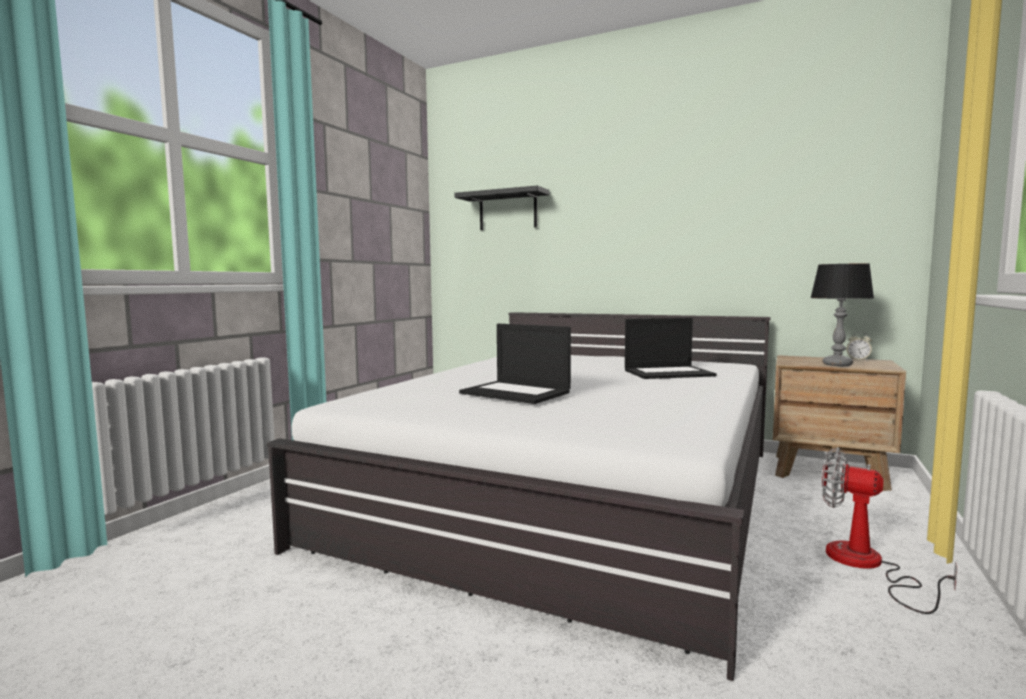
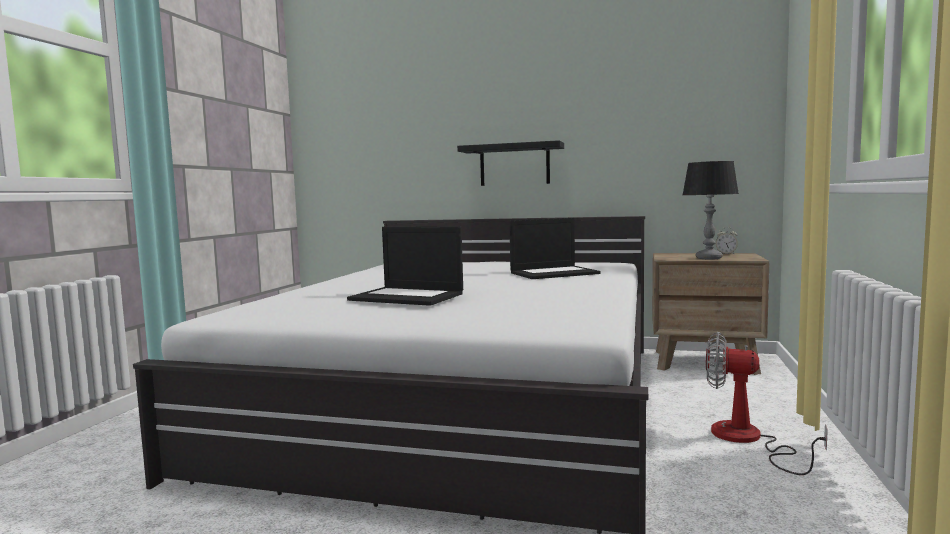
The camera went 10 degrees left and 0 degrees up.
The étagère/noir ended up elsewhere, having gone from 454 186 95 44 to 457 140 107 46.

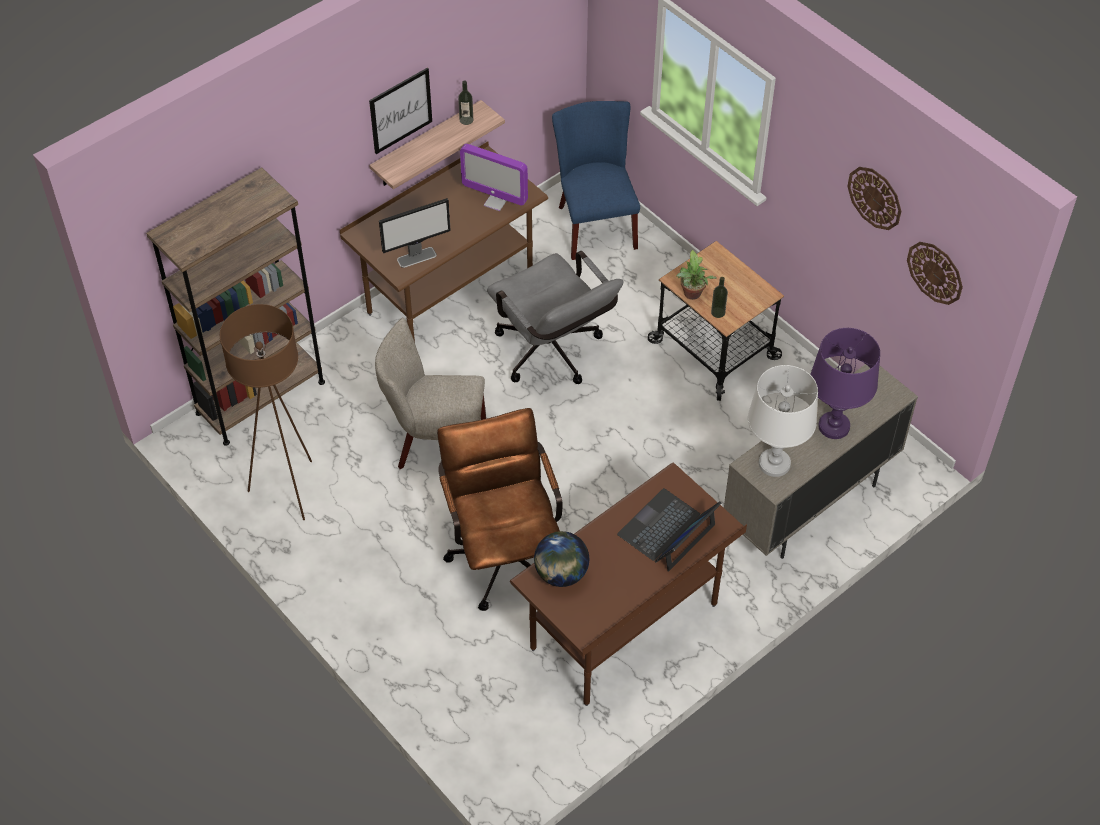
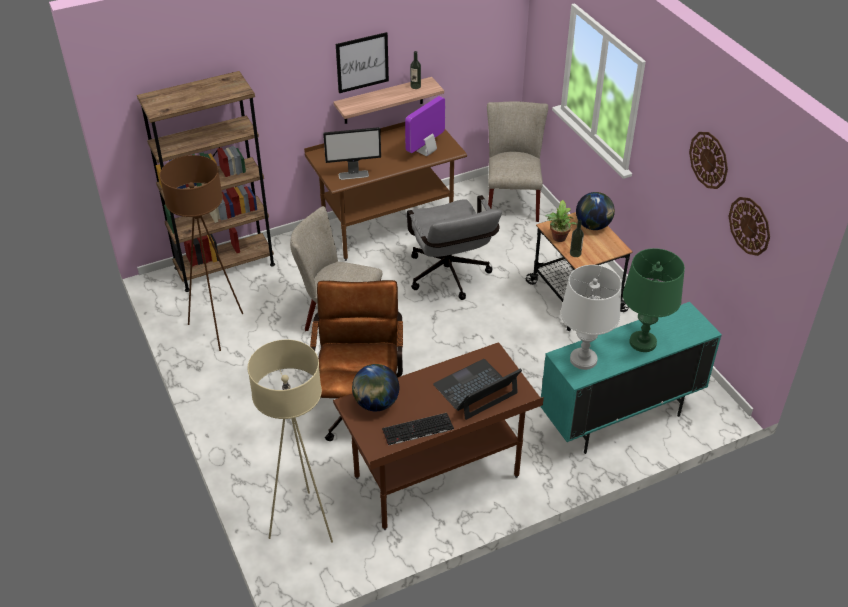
The camera went 15 degrees right and 10 degrees down.
The second view gained the lampadaire/beige at 248 340 85 203.
The second view gained the clavier at 382 413 72 33.
The second view gained the globe at 576 192 39 38.
What was the chaise/bleu at 552 101 88 159 turned into the chaise/beige at 487 101 61 121.
What was the meuble de rangement/beige at 724 364 194 195 turned into the meuble de rangement/turquoise at 540 302 182 152.
What was the lampe de table/violet at 810 328 70 111 turned into the lampe de table/vert at 623 248 62 104.
The écran d'ordinateur at 460 144 68 67 ended up facing another way, 90 degrees clockwise from before.

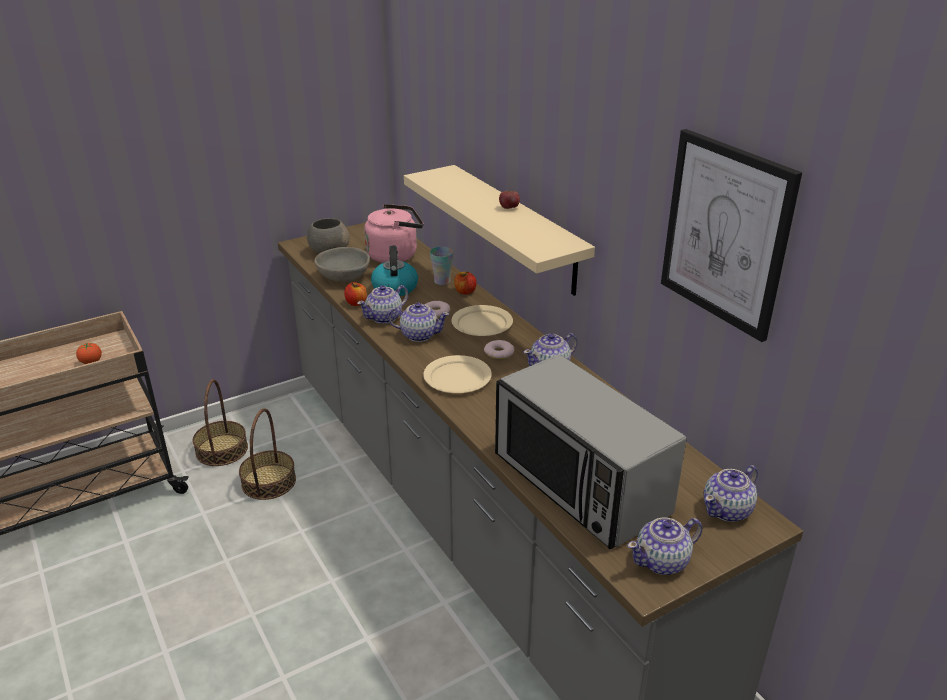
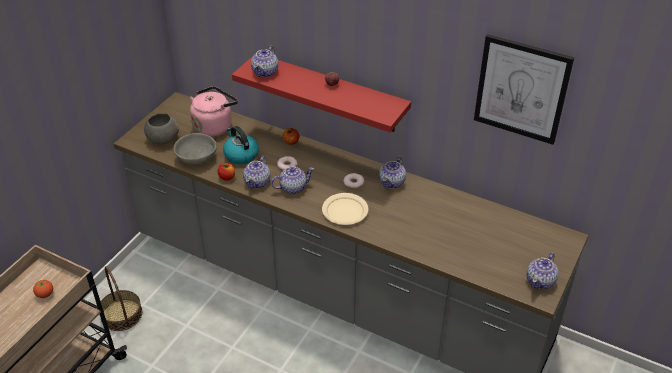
The camera went 30 degrees left and 10 degrees up.
The second view lost the panier at 239 408 57 92.
The second view lost the tasse at 430 247 24 38.
The second view lost the assiette/beige at 451 305 62 31.
The second view lost the micro-ondes at 495 354 191 195.
The théière ended up elsewhere, having gone from 704 465 54 57 to 251 46 27 31.
What was the étagère/beige at 404 165 191 131 turned into the étagère/rouge at 232 55 179 78.

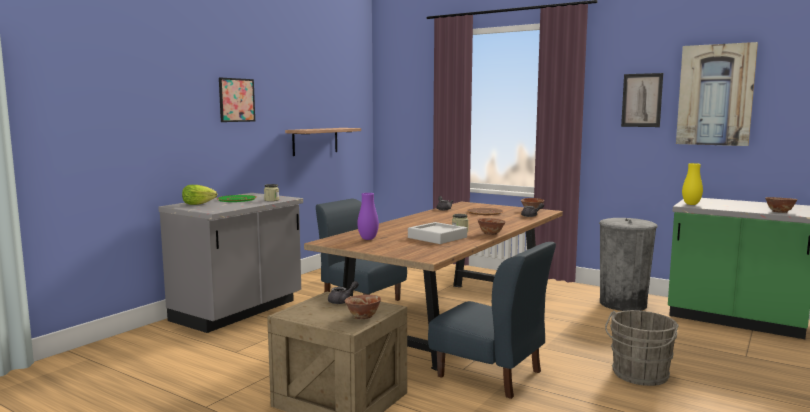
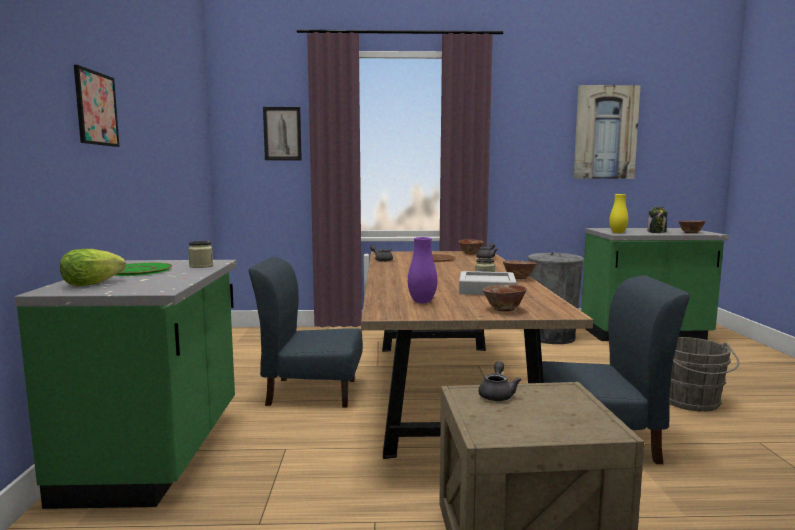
The camera went 35 degrees left and 0 degrees up.
The second view lost the étagère at 285 128 76 28.
The second view gained the bocal at 648 207 19 26.
The bol ended up elsewhere, having gone from 345 295 36 24 to 483 285 44 27.
The tableau ended up elsewhere, having gone from 621 73 42 54 to 263 107 39 53.
What was the comptoir de cuisine/gris at 158 193 145 140 turned into the comptoir de cuisine/vert at 15 260 222 249.

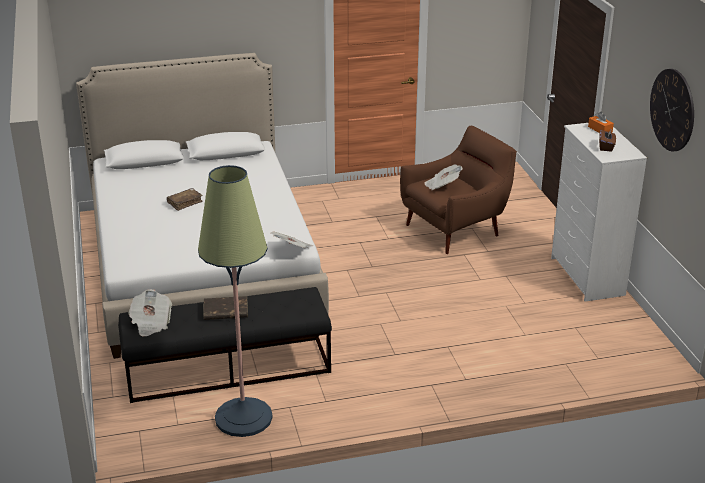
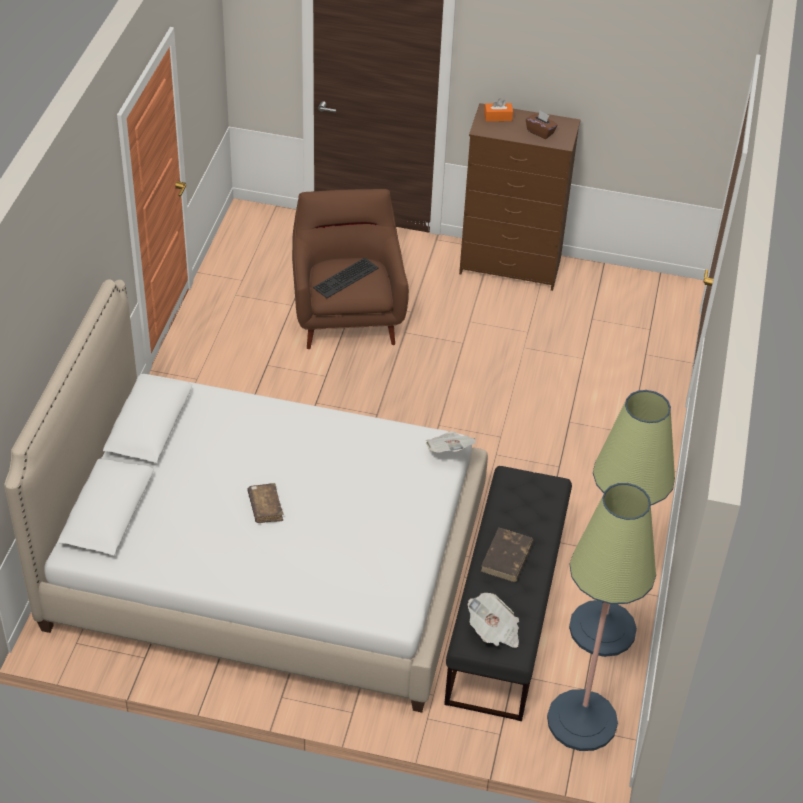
The camera went 65 degrees left and 15 degrees up.
The second view lost the horloge murale at 650 69 44 83.
The second view gained the lampadaire at 547 483 109 268.
Where the journal stood at 424 164 39 26, the clavier came to stand at 313 258 66 40.
What was the commode/blanc at 551 123 96 179 turned into the commode/marron at 459 103 122 188.

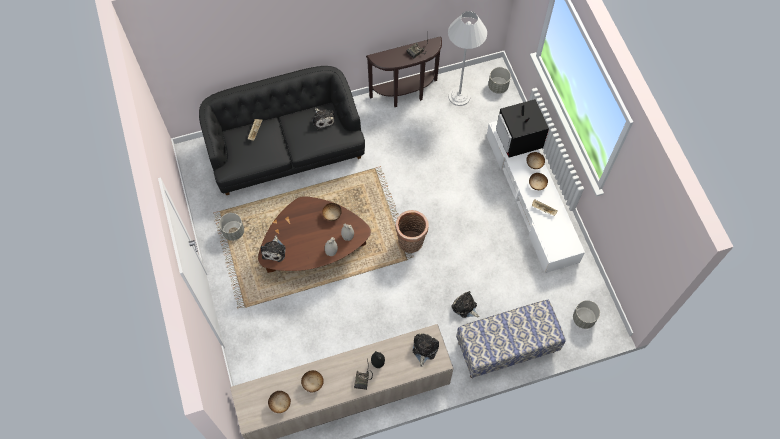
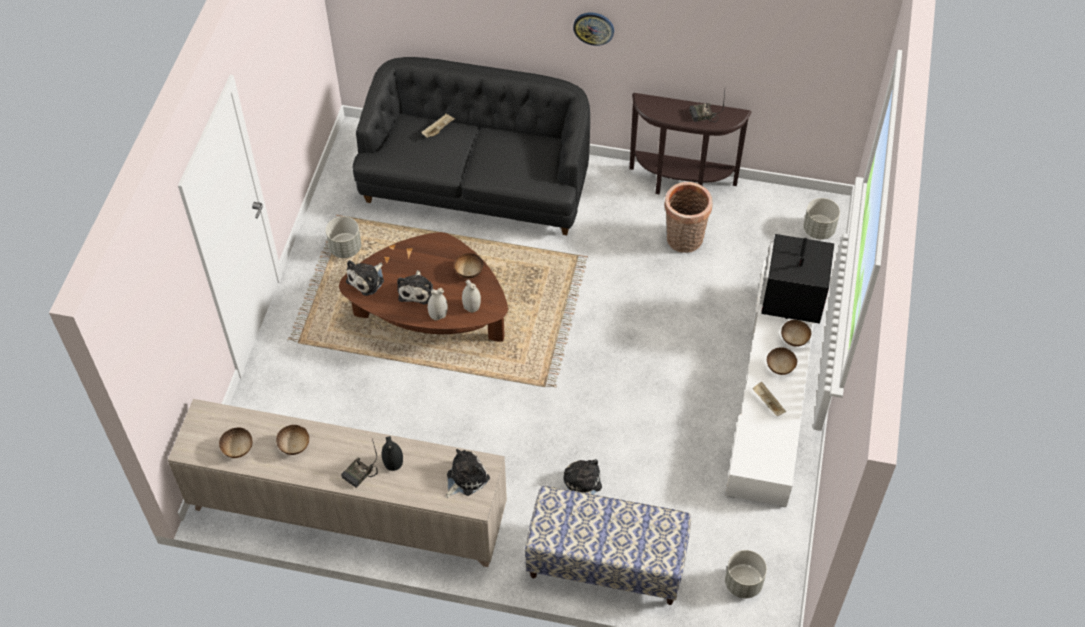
The camera went 30 degrees right and 10 degrees down.
The second view lost the lampadaire/blanc at 448 11 39 95.
The second view gained the horloge murale at 573 13 41 33.
The peluche ended up elsewhere, having gone from 312 108 23 22 to 397 270 36 35.
The panier ended up elsewhere, having gone from 396 210 33 43 to 664 182 49 71.

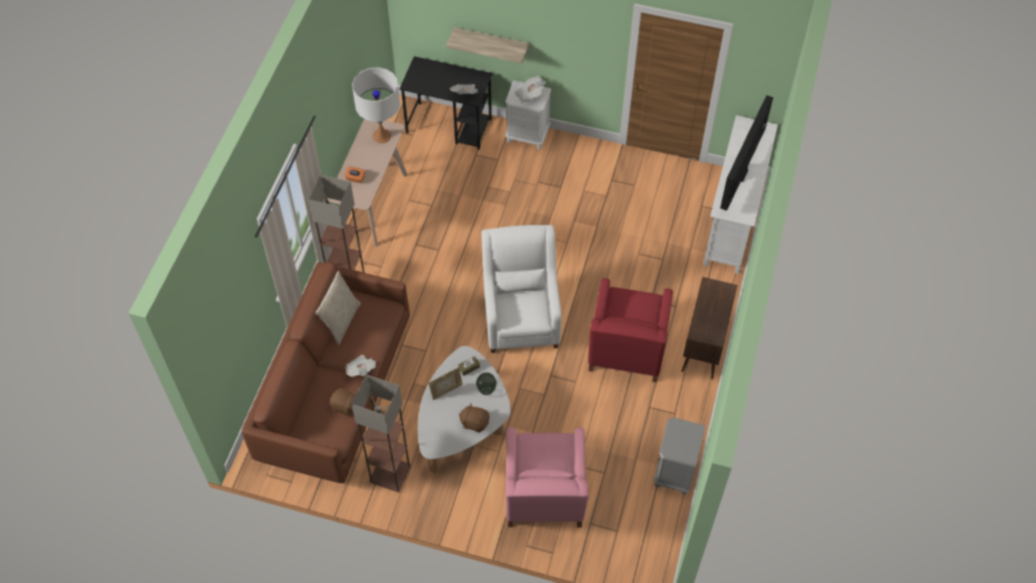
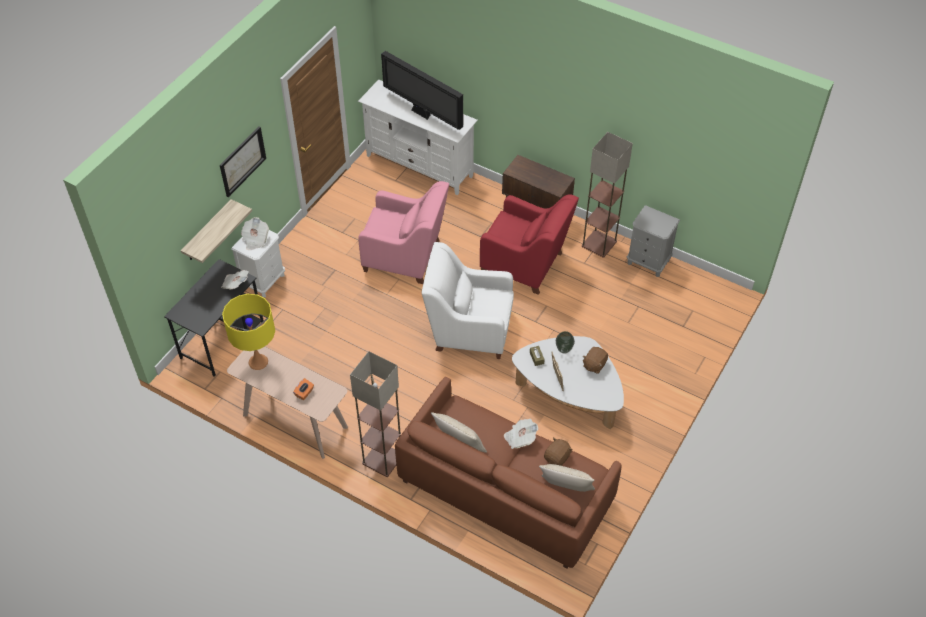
The camera went 75 degrees left and 5 degrees down.
The second view gained the tableau at 220 127 46 70.
The second view gained the coussin/beige at 539 464 56 28.
The lampadaire ended up elsewhere, having gone from 352 374 59 118 to 582 132 51 126.
The fauteuil/rose ended up elsewhere, having gone from 506 427 83 100 to 358 181 91 103.
What was the lampe de table/blanc at 352 67 48 76 turned into the lampe de table/jaune at 222 294 53 76.

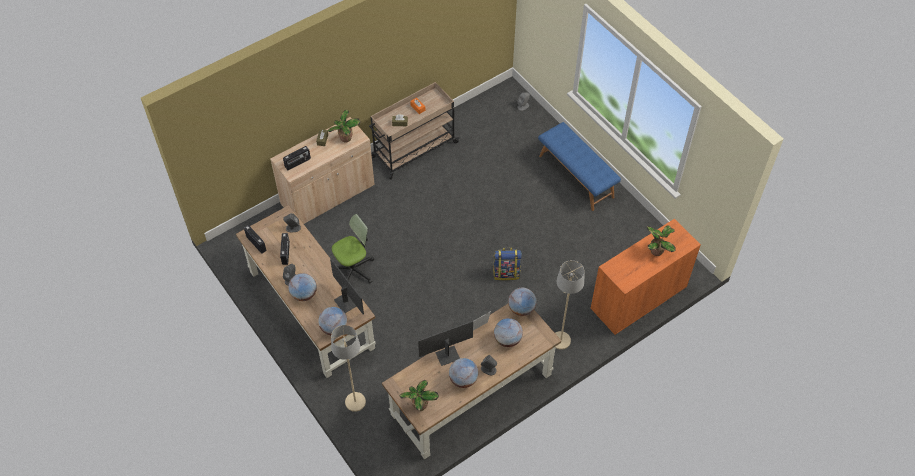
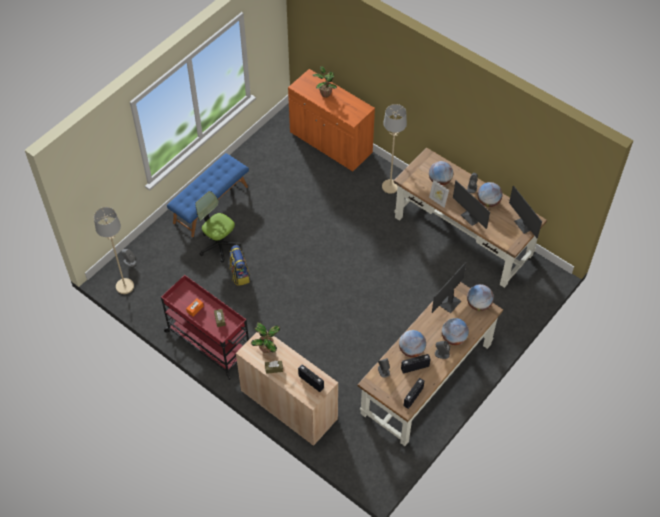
The camera went 105 degrees left and 0 degrees up.
The lampadaire/beige ended up elsewhere, having gone from 331 325 35 87 to 94 207 40 87.
The chaise de bureau ended up elsewhere, having gone from 332 214 42 70 to 195 191 46 72.
The sac à dos ended up elsewhere, having gone from 493 248 29 33 to 229 245 21 41.
The globe ended up elsewhere, having gone from 508 288 29 28 to 399 330 27 27.
Where the plante en pot stood at 400 380 39 31, the écran d'ordinateur came to stand at 509 186 33 52.
What was the chariot/beige at 369 82 91 98 turned into the chariot/rouge at 161 275 88 105.

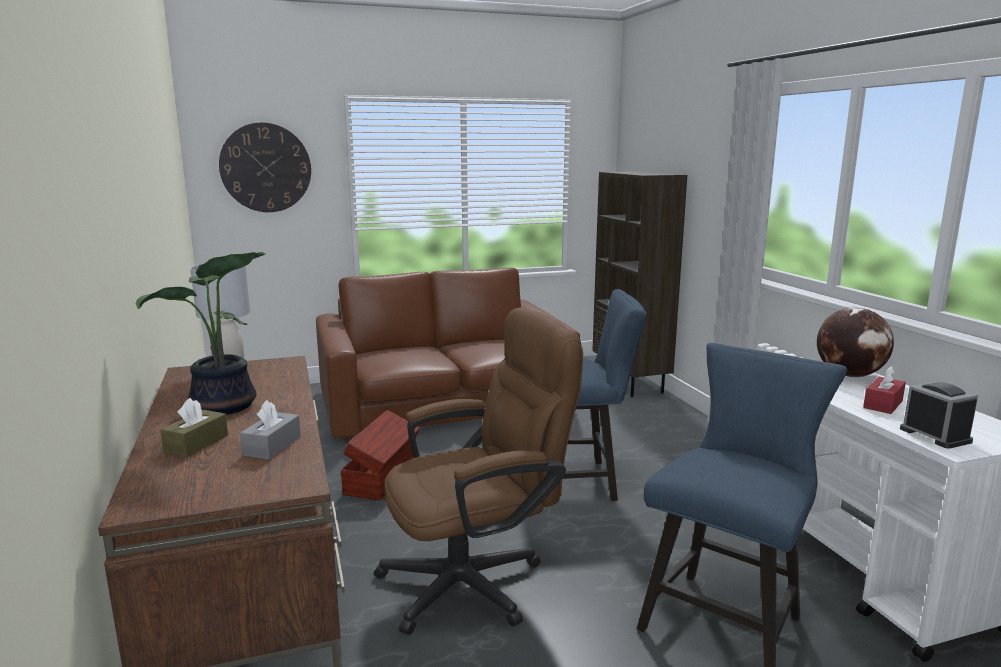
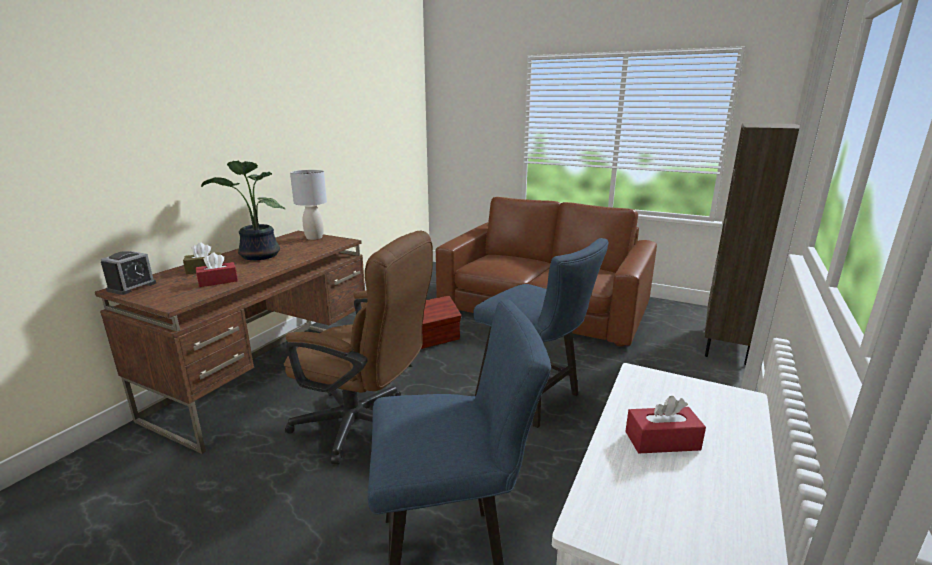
The camera went 45 degrees right and 5 degrees up.
The second view lost the horloge murale at 219 123 92 89.
The second view lost the globe at 817 308 77 69.
The réveil ended up elsewhere, having gone from 900 381 78 68 to 101 251 55 44.
What was the boîte à mouchoirs/gris at 240 400 61 60 turned into the boîte à mouchoirs/rouge at 196 253 42 34.

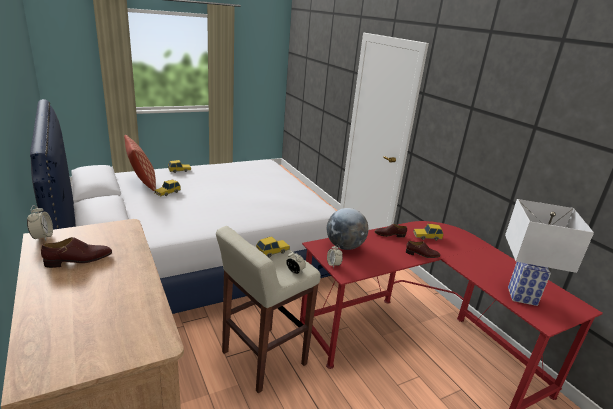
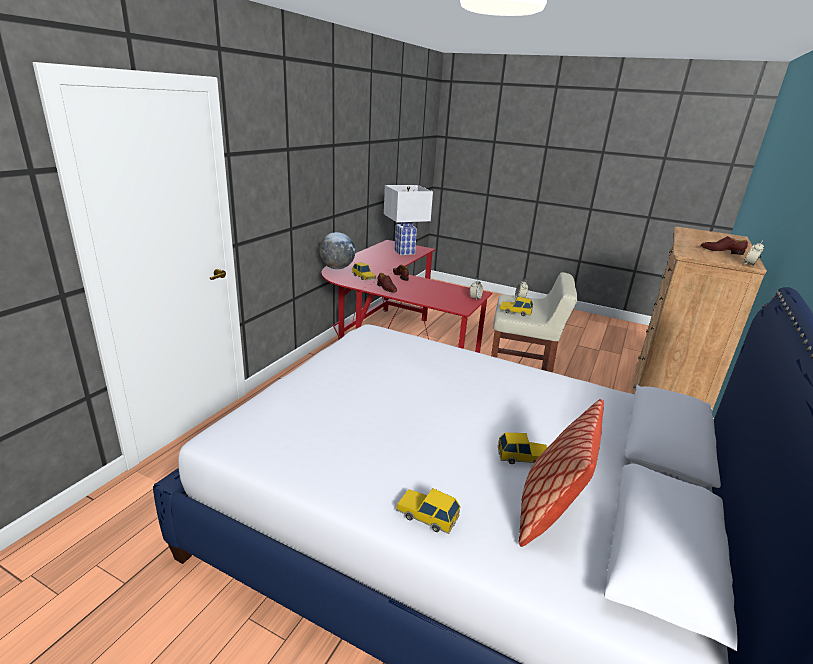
The camera went 125 degrees left and 0 degrees up.
The globe ended up elsewhere, having gone from 327 208 42 42 to 319 232 36 37.

